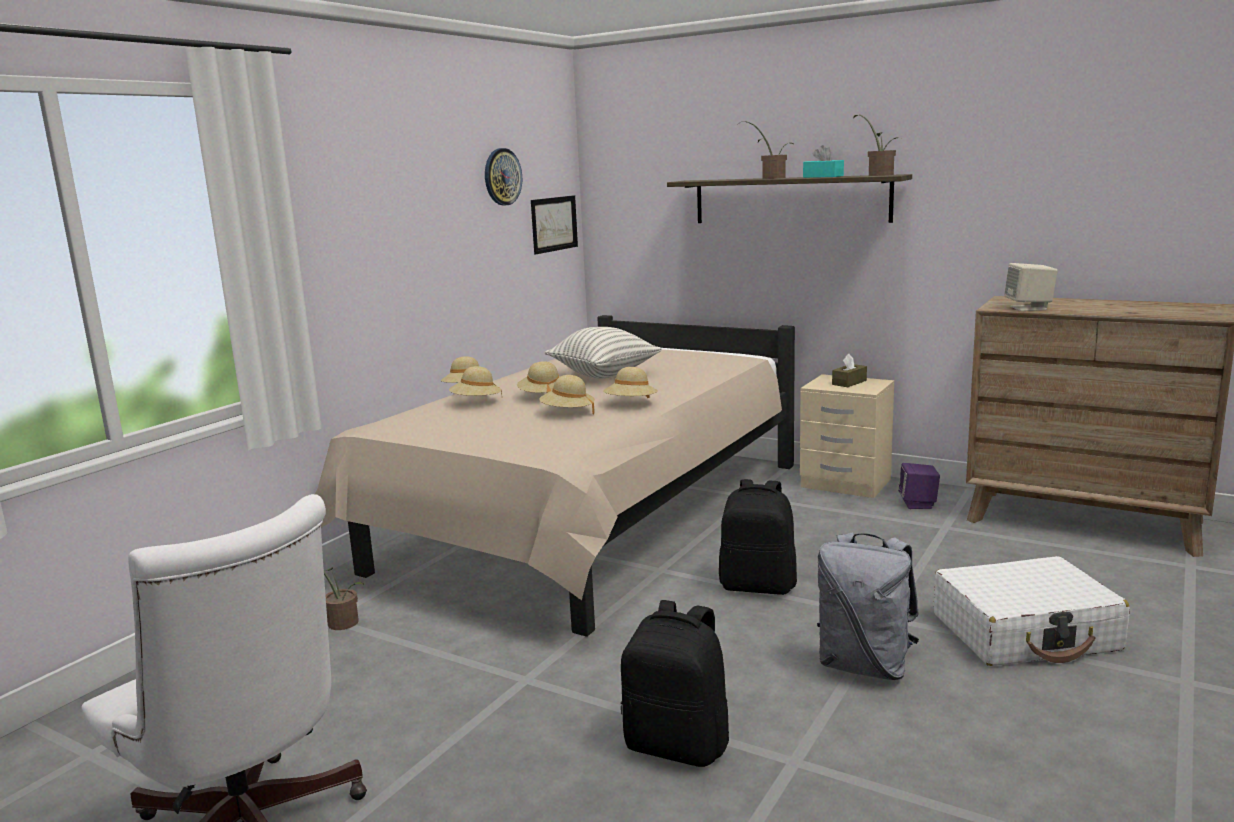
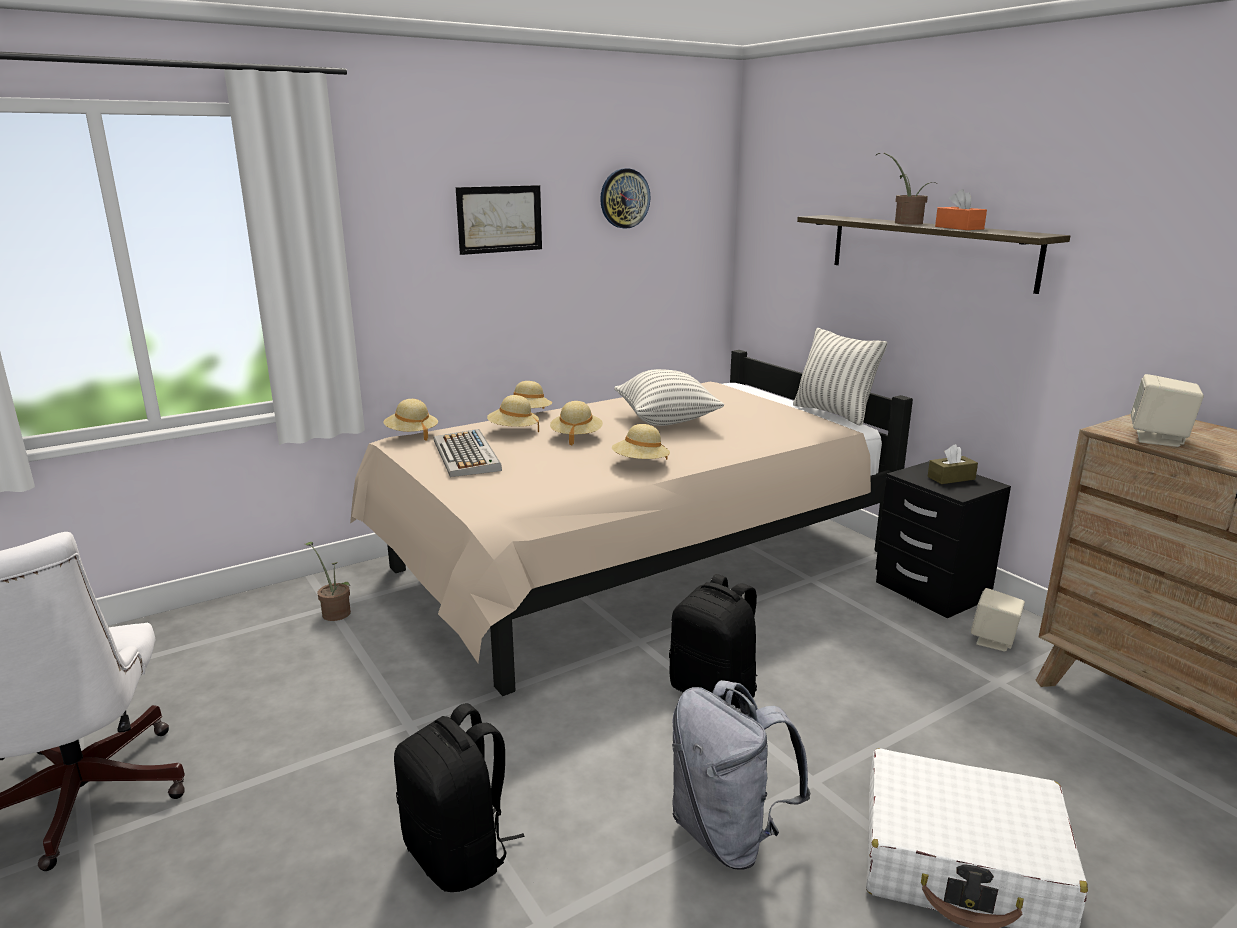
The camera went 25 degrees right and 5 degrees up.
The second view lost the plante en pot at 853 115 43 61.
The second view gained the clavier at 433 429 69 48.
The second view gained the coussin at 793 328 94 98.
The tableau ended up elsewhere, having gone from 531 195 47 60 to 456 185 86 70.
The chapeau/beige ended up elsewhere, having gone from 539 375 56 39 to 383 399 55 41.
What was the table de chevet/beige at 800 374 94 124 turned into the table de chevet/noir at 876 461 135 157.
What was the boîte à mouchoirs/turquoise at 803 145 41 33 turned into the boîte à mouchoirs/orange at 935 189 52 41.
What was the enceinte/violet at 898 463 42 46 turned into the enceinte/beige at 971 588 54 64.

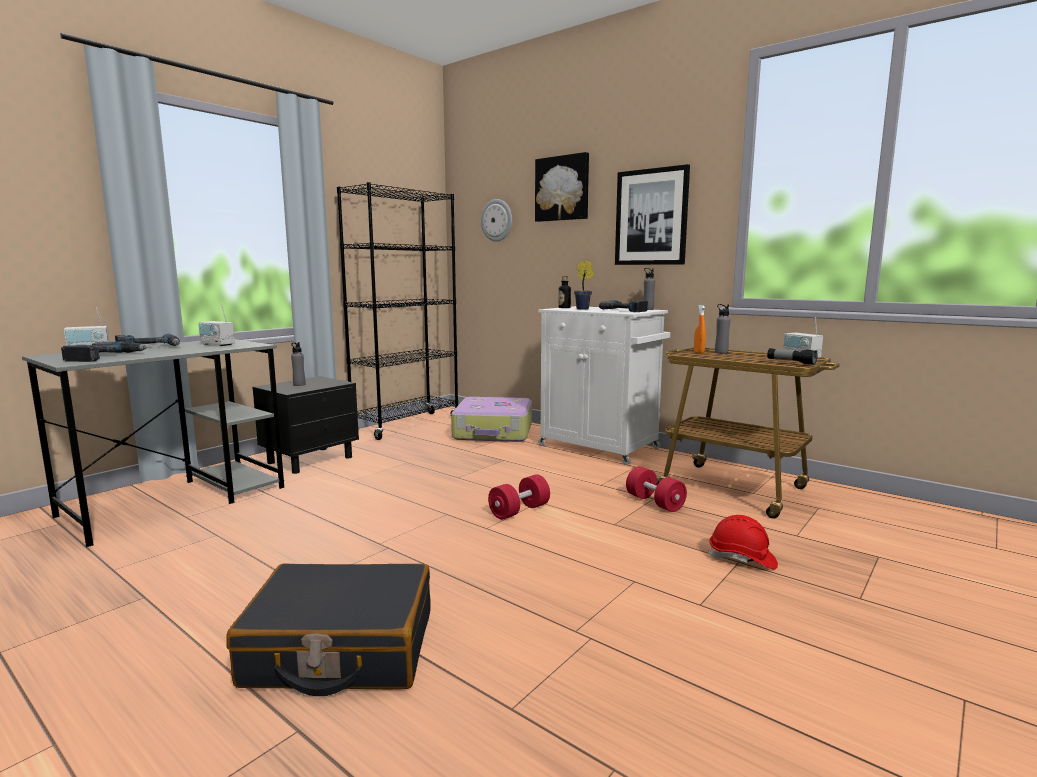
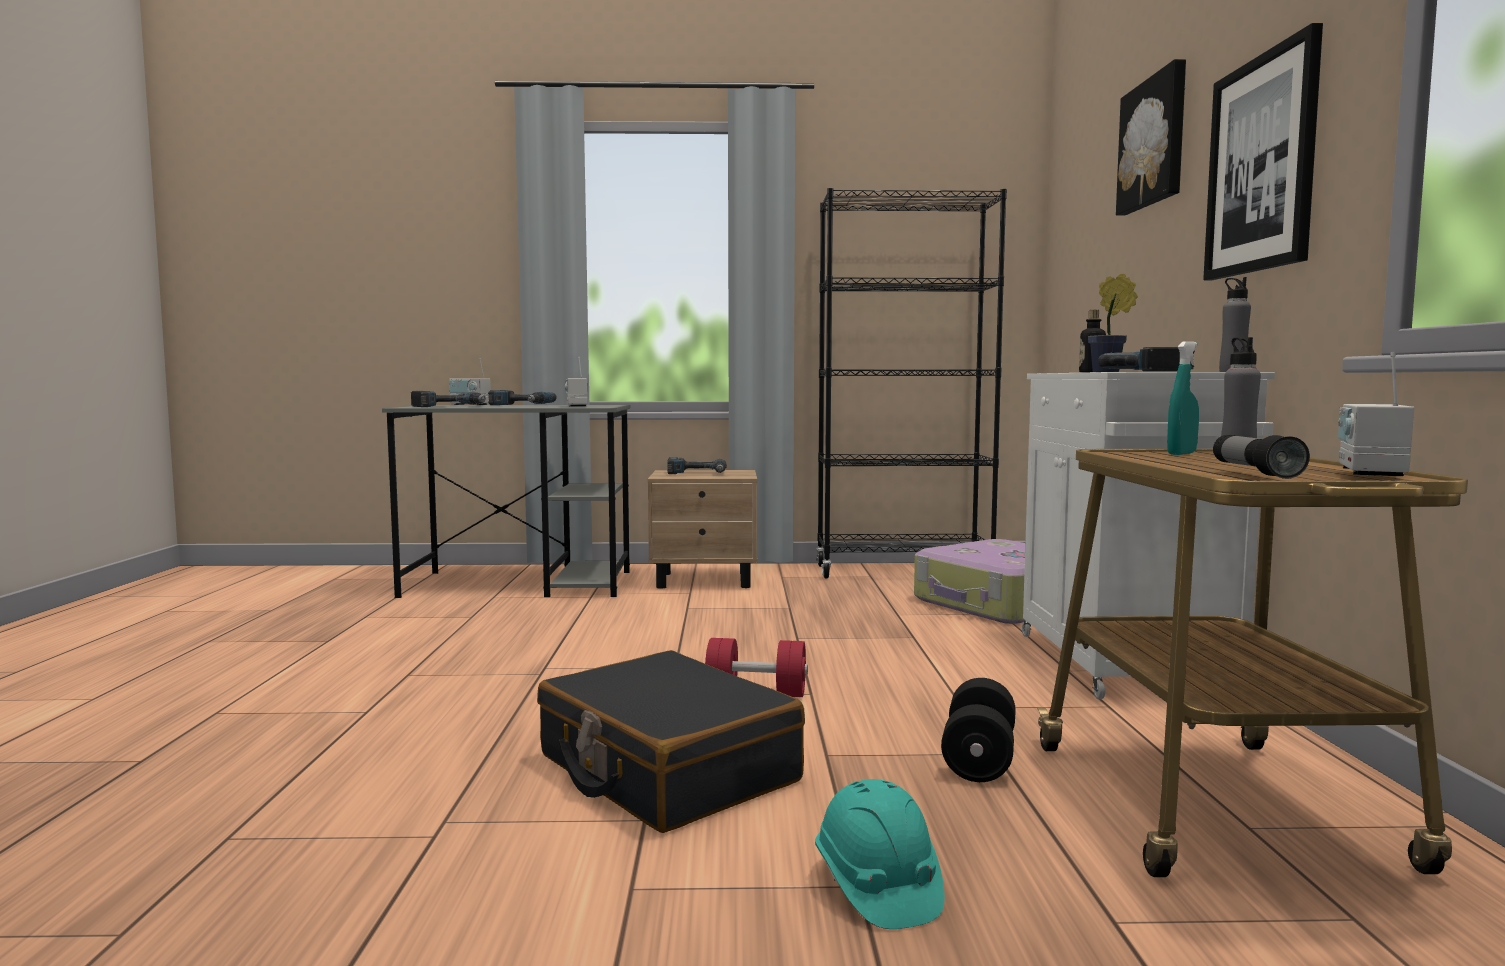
The camera went 50 degrees right and 5 degrees down.
The second view lost the horloge murale at 481 199 31 43.
The valise/noir ended up elsewhere, having gone from 226 563 205 133 to 537 650 268 183.
Where the bouteille/gris stood at 291 342 15 44, the perceuse came to stand at 667 457 60 17.
What was the table de chevet/noir at 252 376 107 98 turned into the table de chevet/beige at 648 470 109 119.
What was the haltère/rouge at 626 466 61 46 turned into the haltère/noir at 941 678 75 104.
What was the vaporisateur/orange at 694 305 12 49 turned into the vaporisateur/turquoise at 1167 341 32 114.
What was the casque de chantier/rouge at 707 515 71 55 turned into the casque de chantier/turquoise at 815 779 130 150.

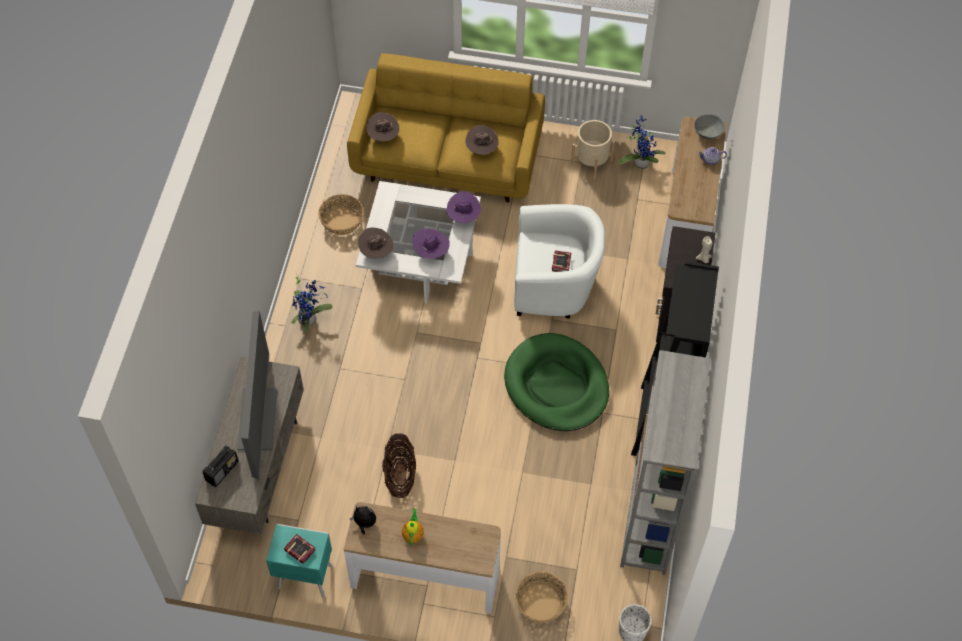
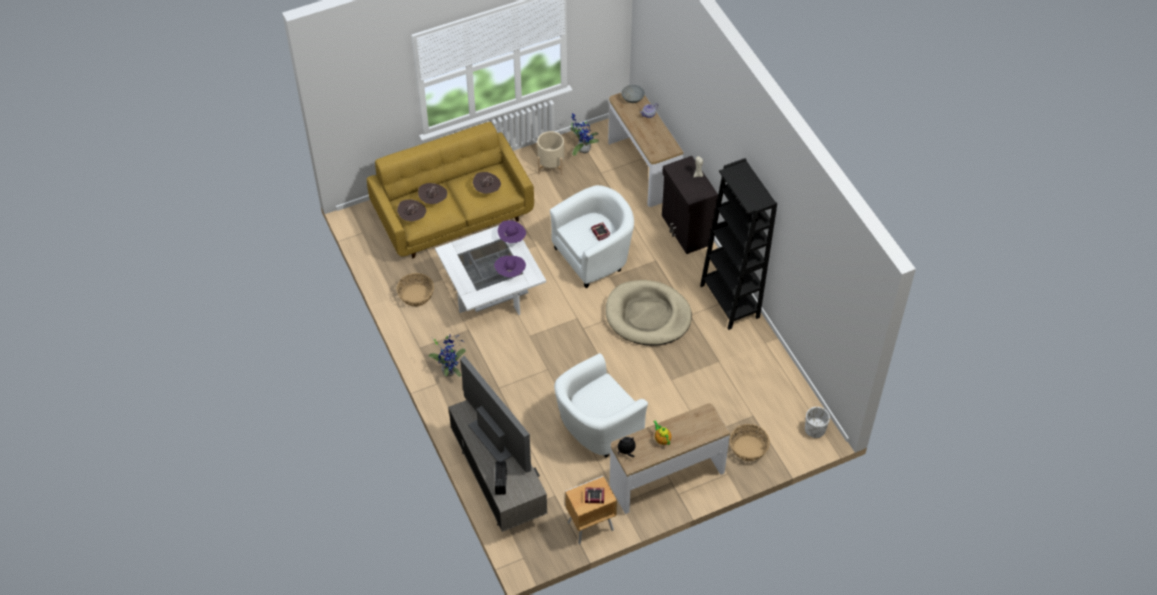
The camera went 35 degrees left and 5 degrees down.
The second view lost the bibliothèque/gris at 620 350 90 225.
The chapeau/marron ended up elsewhere, having gone from 358 228 36 31 to 418 183 29 21.
Where the panier stood at 382 433 34 65, the fauteuil/blanc came to stand at 554 353 94 104.
What was the table de chevet/turquoise at 266 524 67 74 turned into the table de chevet/marron at 565 476 52 68.
What was the panier pour chien/vert at 504 333 105 98 turned into the panier pour chien/beige at 606 280 86 66.

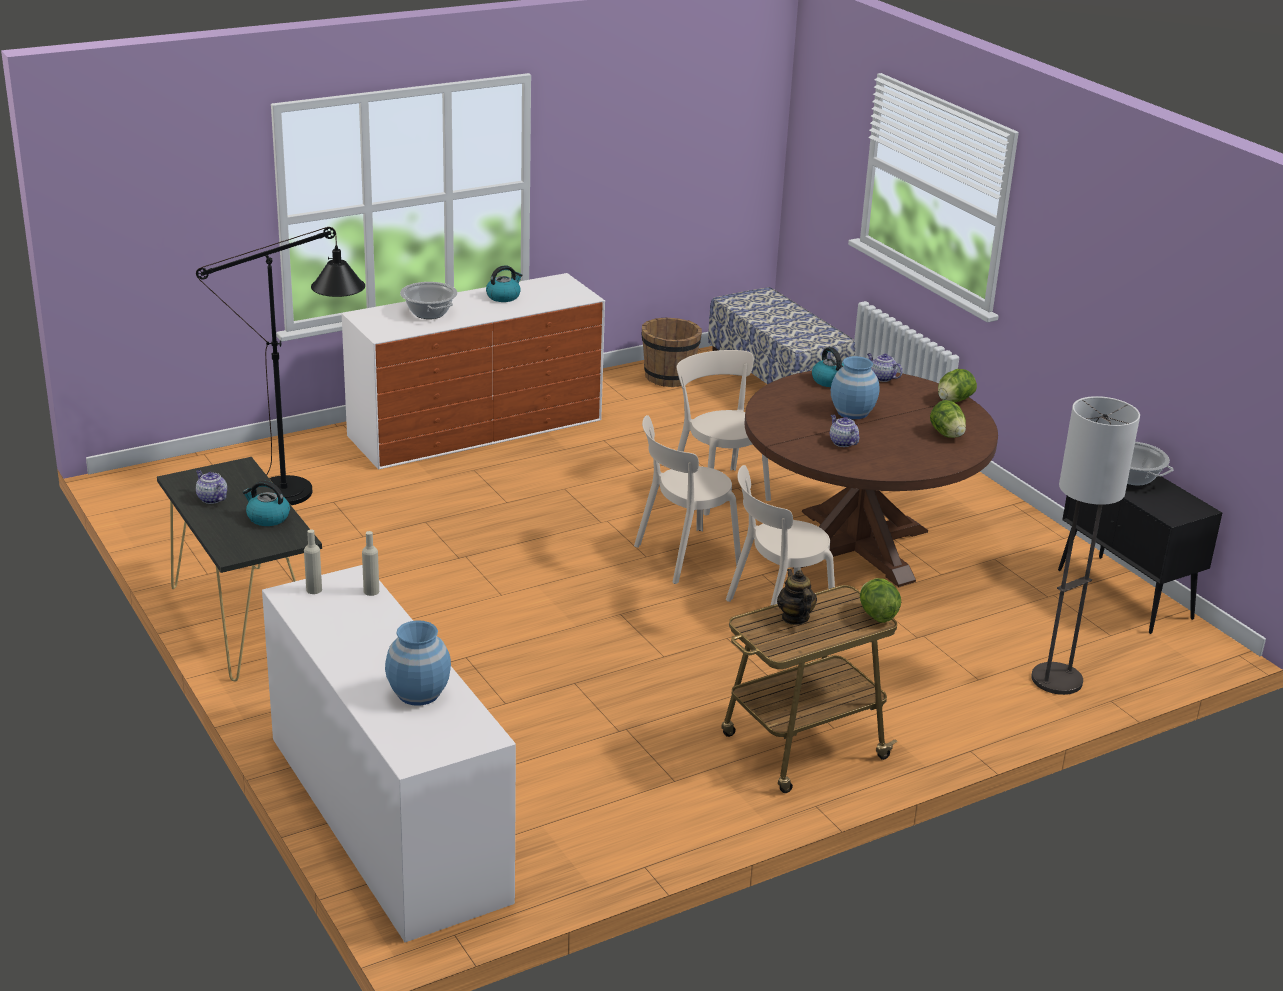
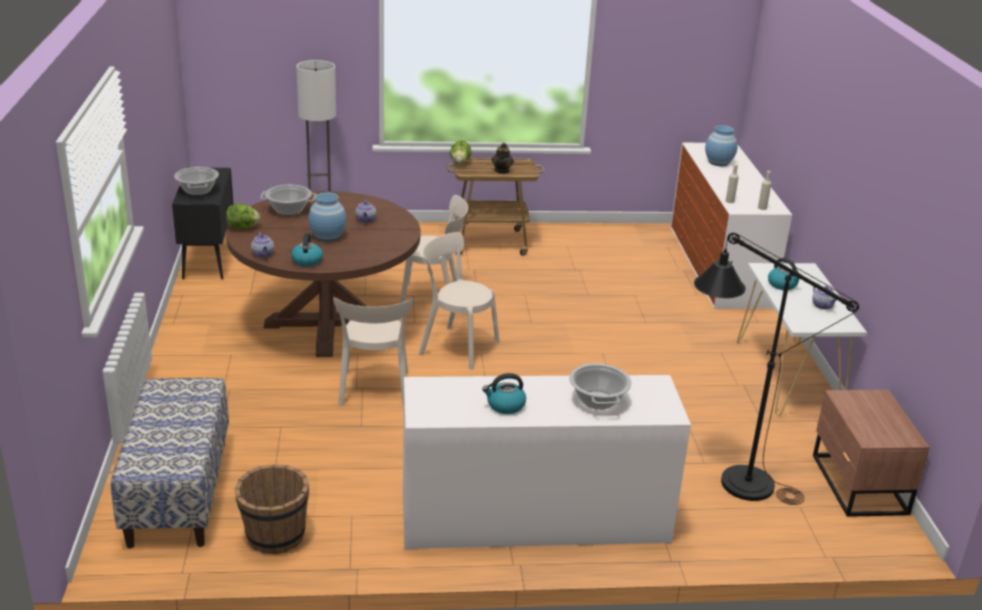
The camera went 155 degrees left and 0 degrees up.
The second view gained the table de chevet/marron at 813 390 117 127.
Where the laitue stood at 930 400 36 38, the marmite came to stand at 260 185 56 30.
What was the table console/noir at 157 457 165 224 turned into the table console/blanc at 737 263 130 153.
The chaise/beige at 634 415 107 169 ended up facing another way, 150 degrees counterclockwise from before.

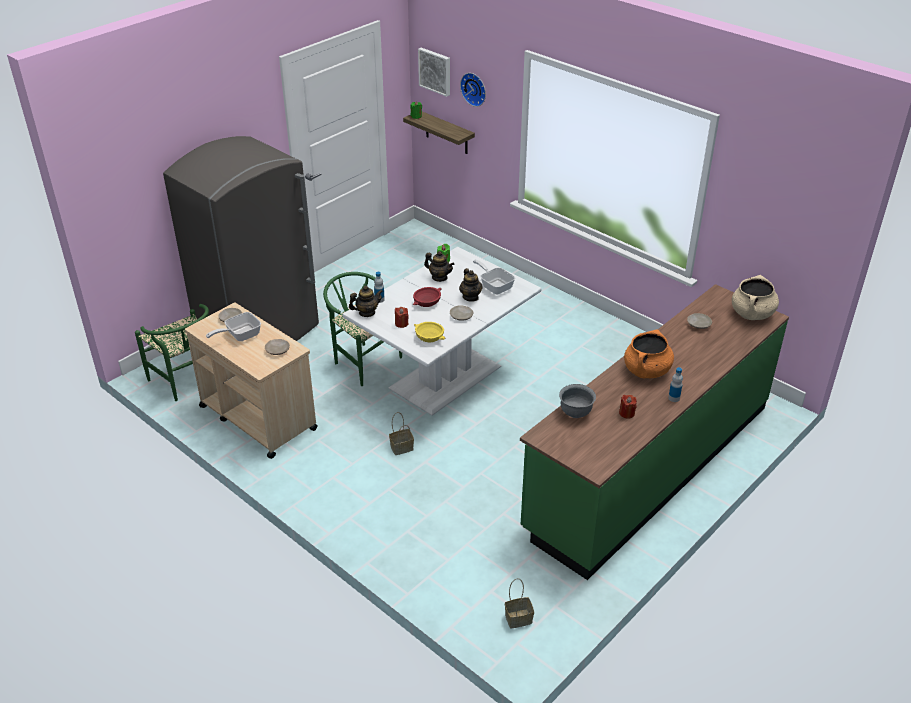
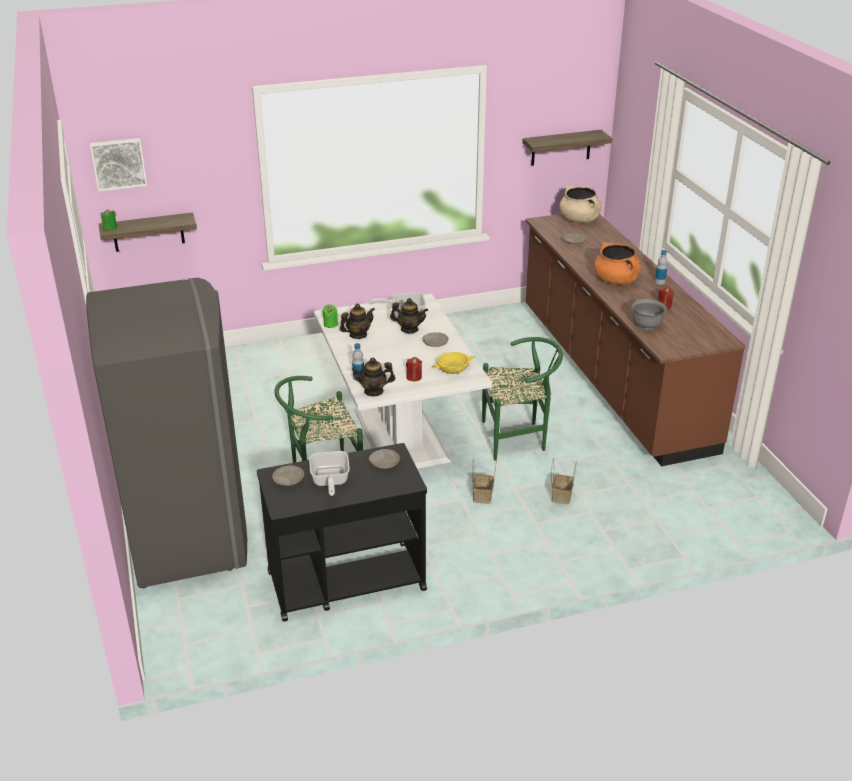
The camera went 60 degrees left and 5 degrees down.
The second view lost the bol/rouge at 413 287 29 20.
The second view lost the horloge murale at 460 73 26 34.
The second view gained the étagère at 522 130 91 36.
The chaise/vert ended up elsewhere, having gone from 135 304 74 97 to 482 337 81 124.
The panier ended up elsewhere, having gone from 505 578 29 50 to 551 458 25 47.
What was the chariot/beige at 185 302 133 157 turned into the chariot/noir at 257 443 170 179.
What was the comptoir de cuisine/vert at 520 284 269 296 turned into the comptoir de cuisine/marron at 526 214 219 252.
The théière at 349 286 34 31 ended up facing another way, 105 degrees counterclockwise from before.

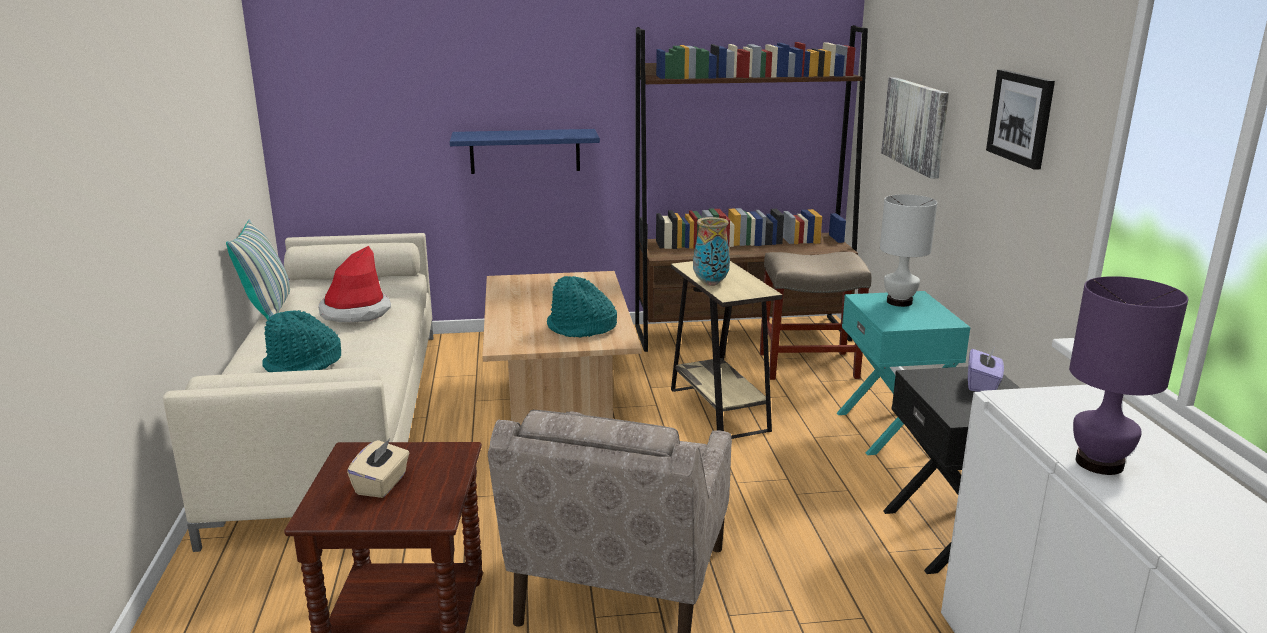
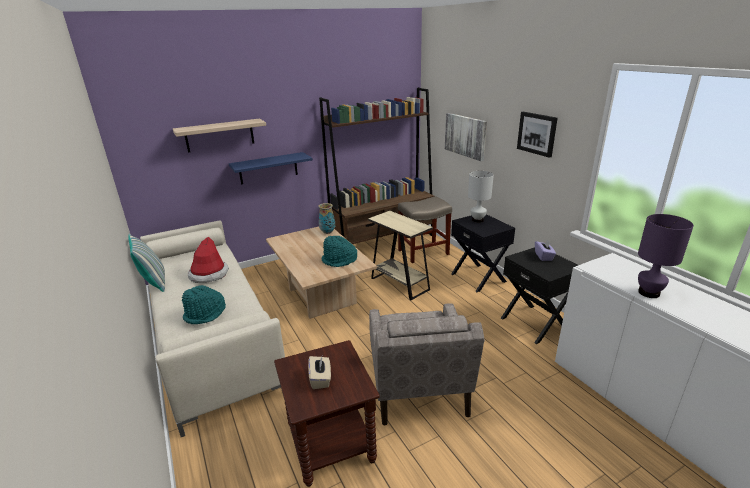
The camera went 20 degrees left and 5 degrees up.
The second view gained the étagère at 173 119 93 34.
The vase ended up elsewhere, having gone from 693 217 37 69 to 318 203 17 31.
What was the table de chevet/turquoise at 837 291 133 164 turned into the table de chevet/noir at 451 214 64 78.

